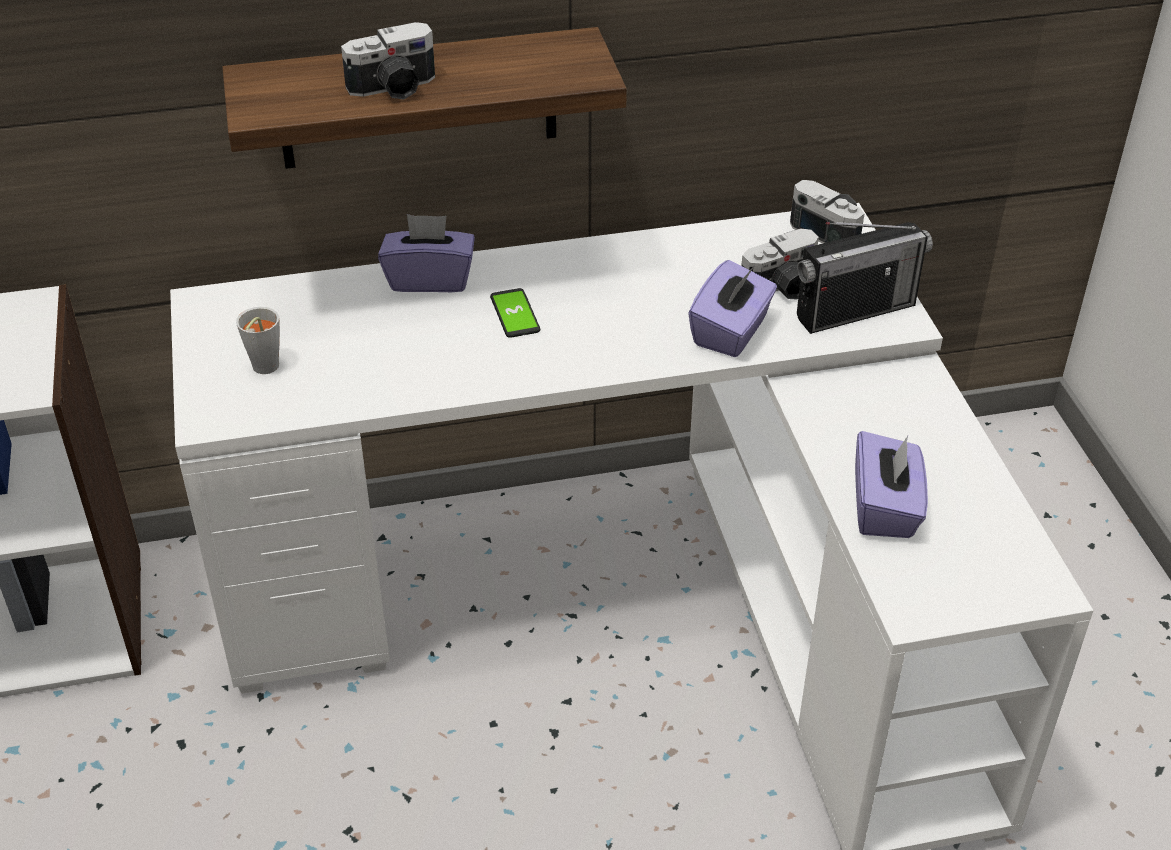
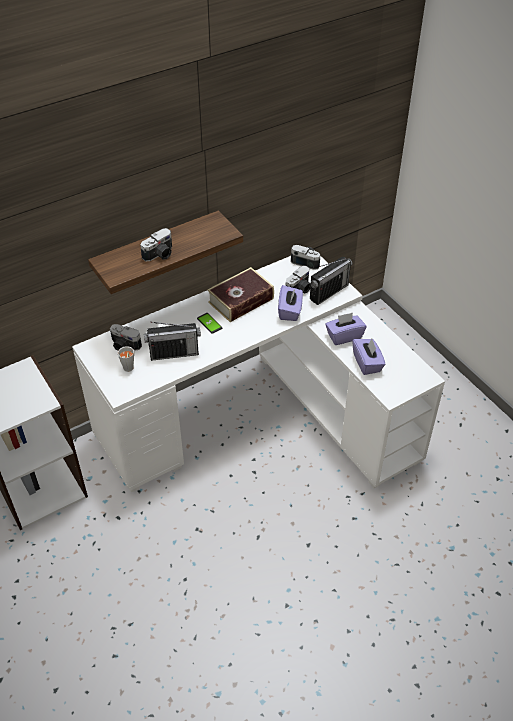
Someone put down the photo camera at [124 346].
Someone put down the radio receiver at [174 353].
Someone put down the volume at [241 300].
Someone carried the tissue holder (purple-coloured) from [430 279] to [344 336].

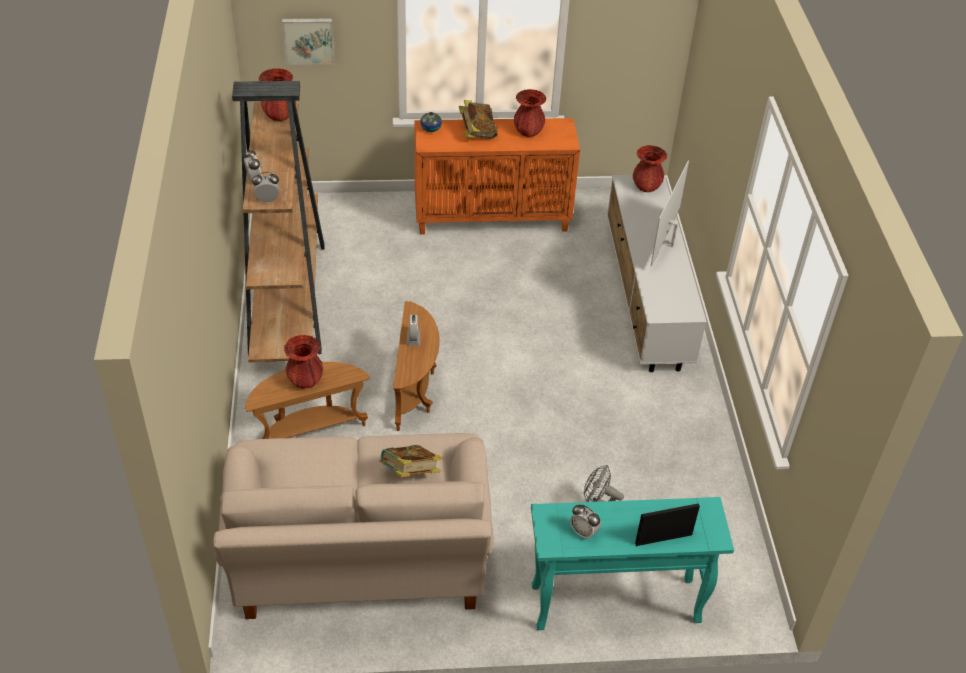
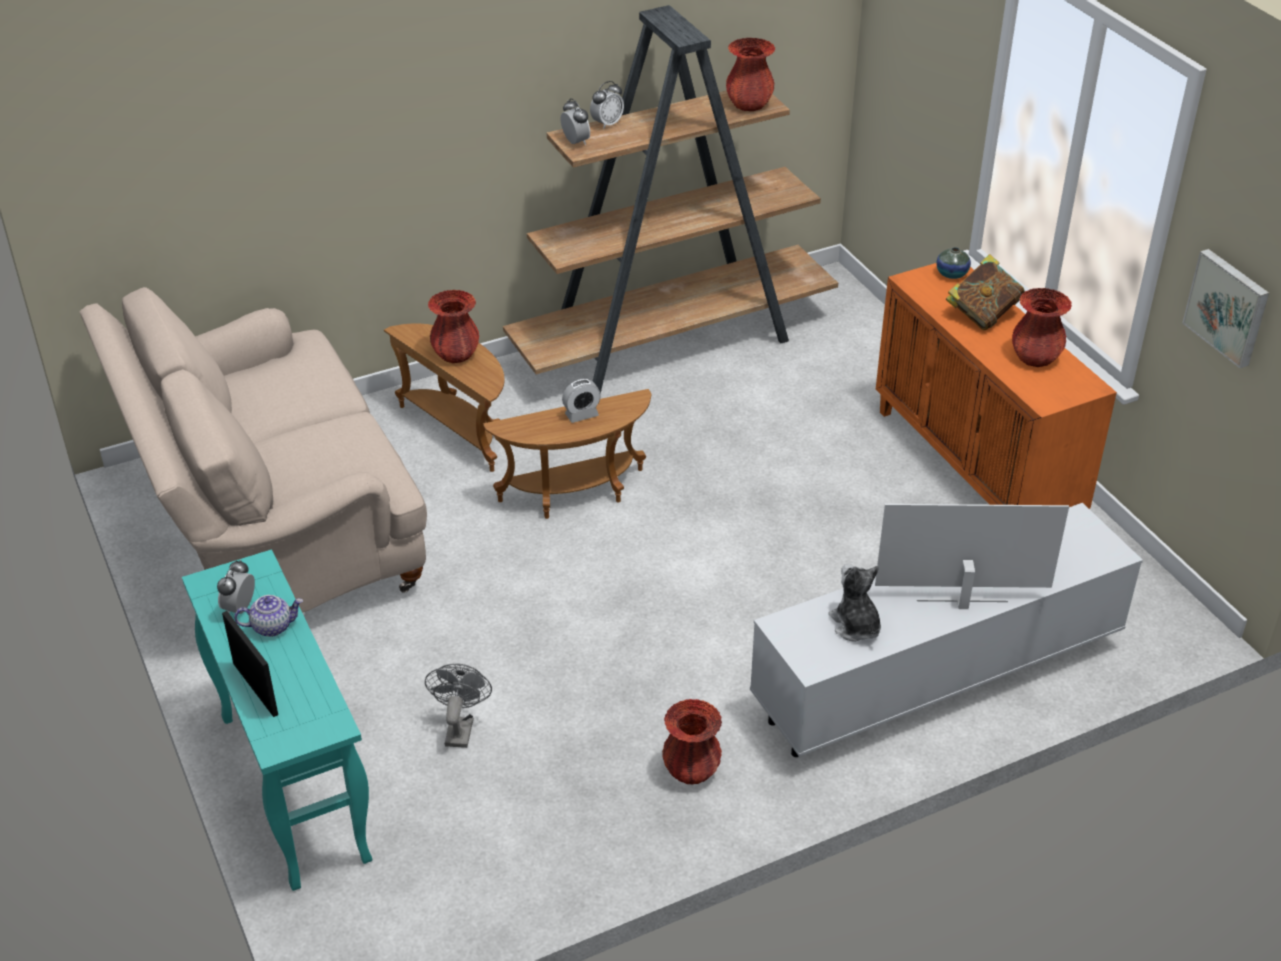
Someone put down the tea pot at [272 626].
Someone carried the decorative vase (reddish) from [646 186] to [691 770].
Someone put down the cuddly toy at [855 626].
Someone carried the wall art from [308 40] to [1228 307].
Someone took away the volume at [410 474].

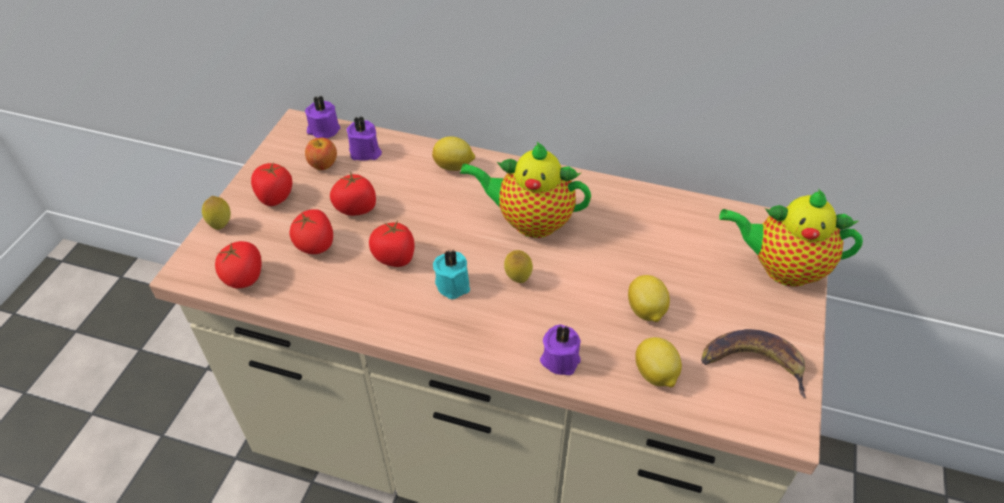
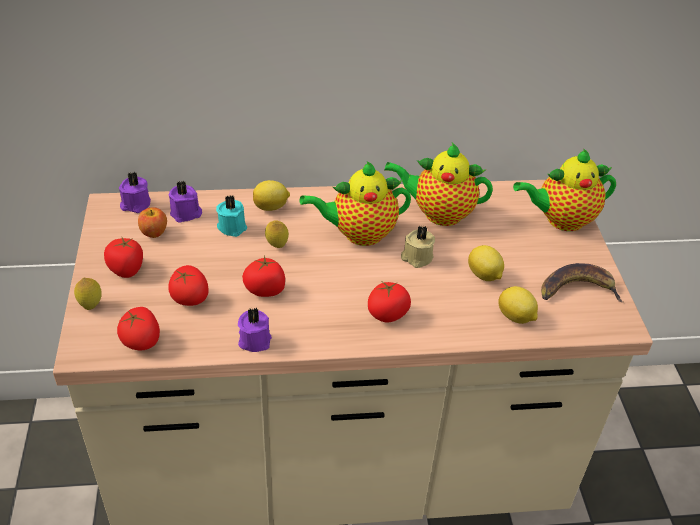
Someone carried the wax light (turquoise-coloured) from [453 283] to [232 226].
Someone carried the wax light (purple-coloured) from [560 358] to [254 339].
Someone carried the lemon from [518 279] to [277 246].
Someone carried the tomato from [356 208] to [388 314].
Someone put down the tea pot at [438 213].
Someone put down the wax light (beige-coloured) at [416 257].

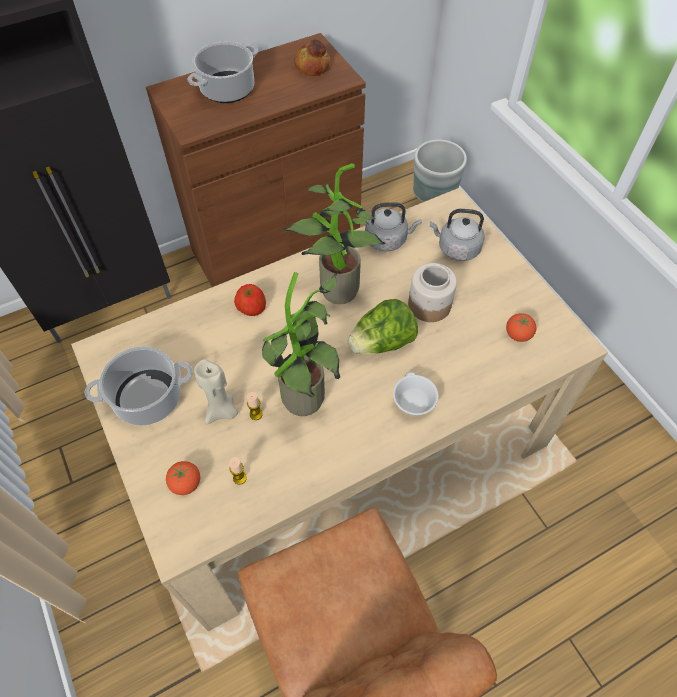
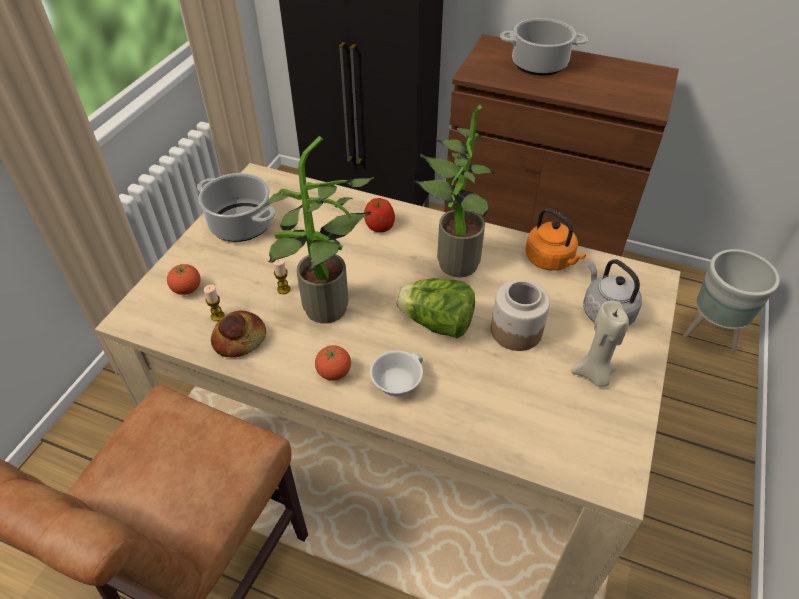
Someone carried the baked bread from [312 66] to [240 340].
Someone carried the tomato from [518 335] to [334 372].
Someone repainted the tea kettle (greyish) at [388 239], which became the tea kettle (orange-coloured) at [551 260].
Someone carried the wax light (beige-coloured) from [222 411] to [593 374].

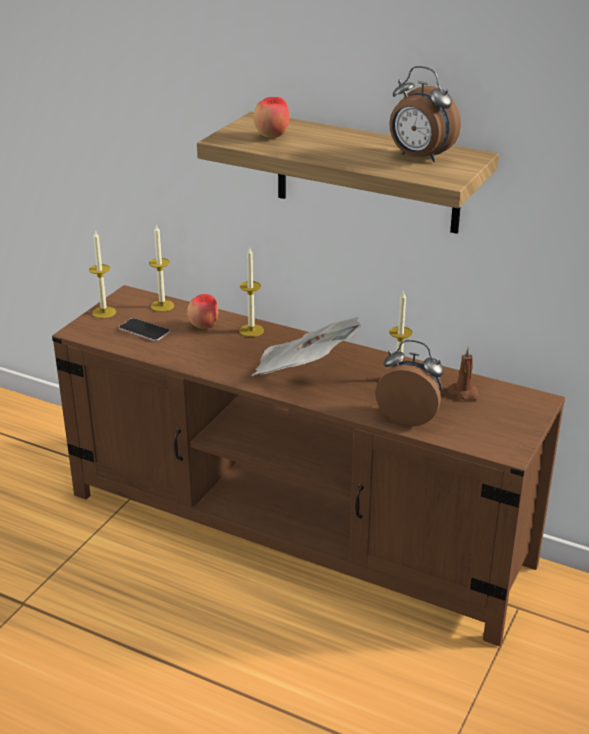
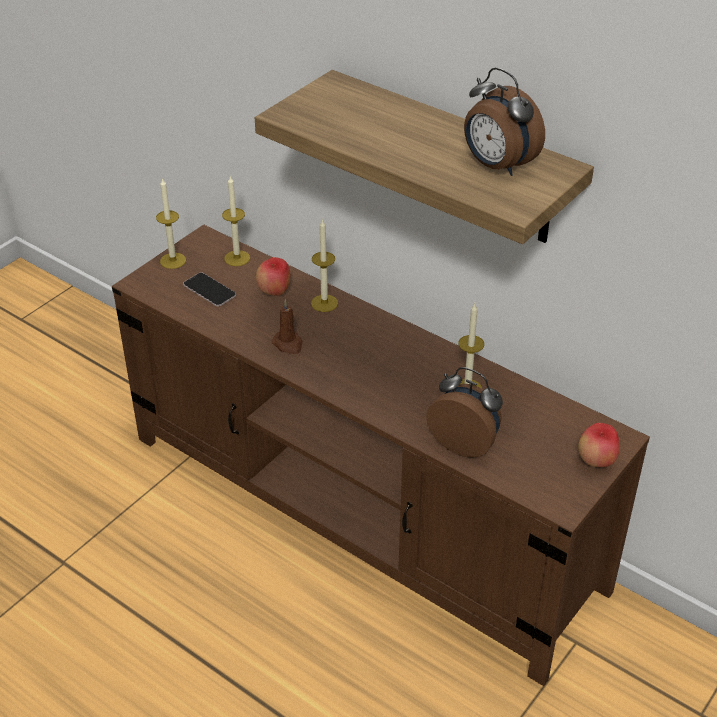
Someone carried the wax light (brown) from [464 393] to [288 344].
Someone carried the apple from [272 136] to [596 461].
Someone took away the printed paper at [304 372].

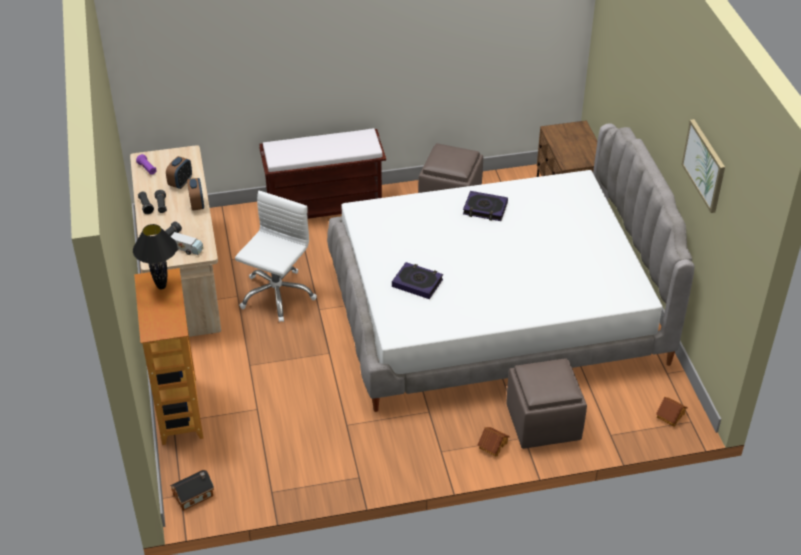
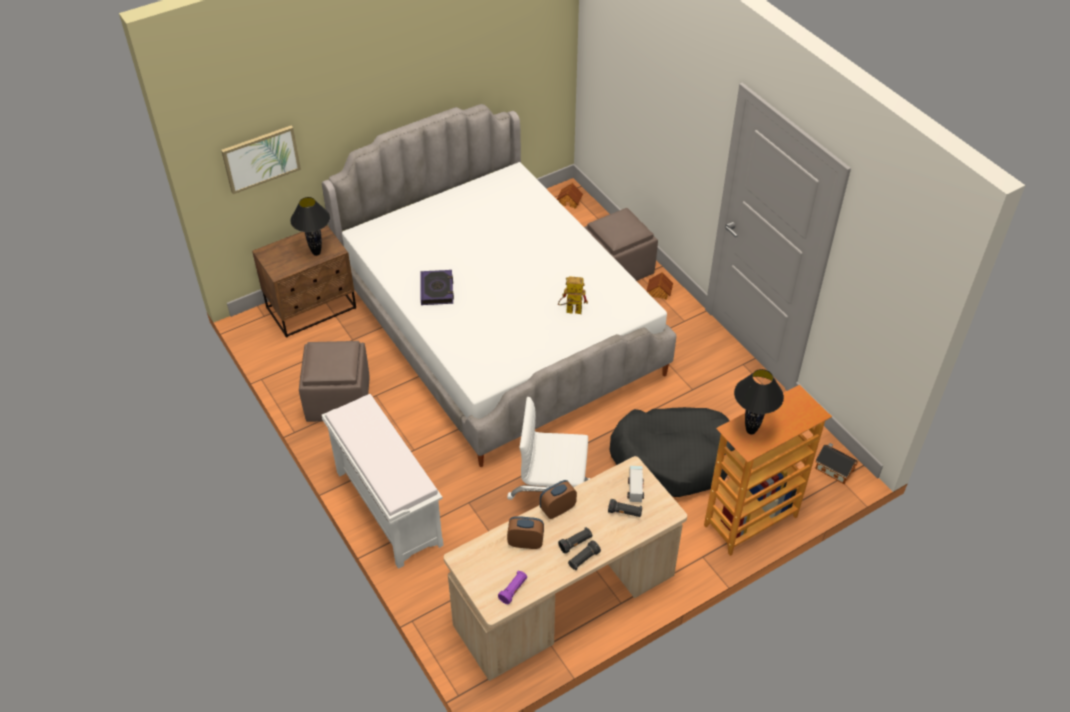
Someone carried the wall art from [704 165] to [261 158].
Someone put down the tabletop lamp (black) at [316 253].
Someone repainted the indoor bench (brown) at [325 207], which became the indoor bench (white-coloured) at [387 507].
Someone swapped the volume at [417 283] for the model robot at [570 311].
Someone put down the dog cushion (black) at [674 458].

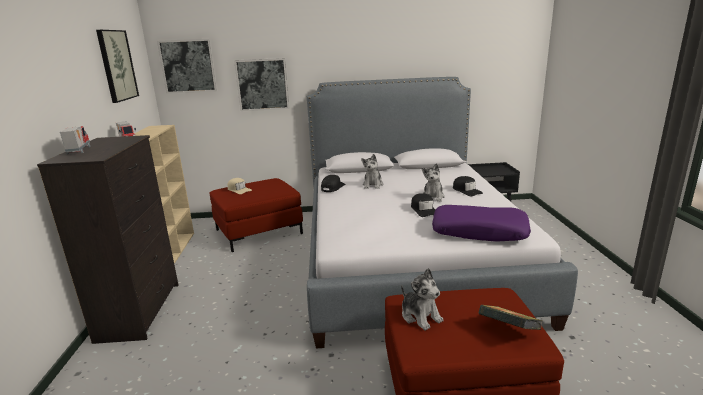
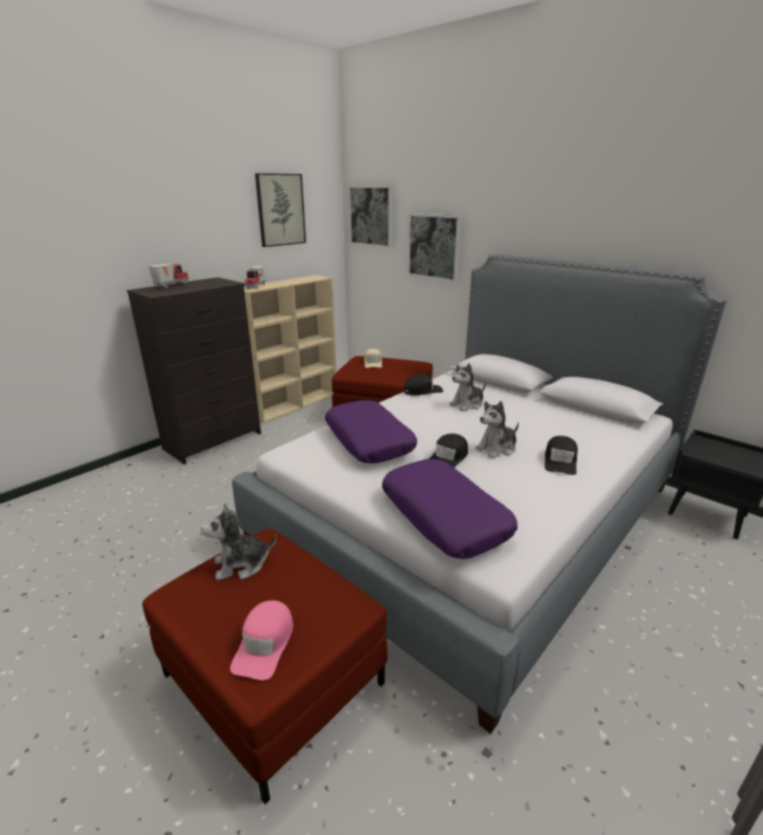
Someone rotated the cuddly toy at [420 316] by 60 degrees clockwise.
Someone swapped the volume at [508 331] for the baseball cap (pink) at [265 644].
Someone put down the pillow (purple-coloured) at [369 441].

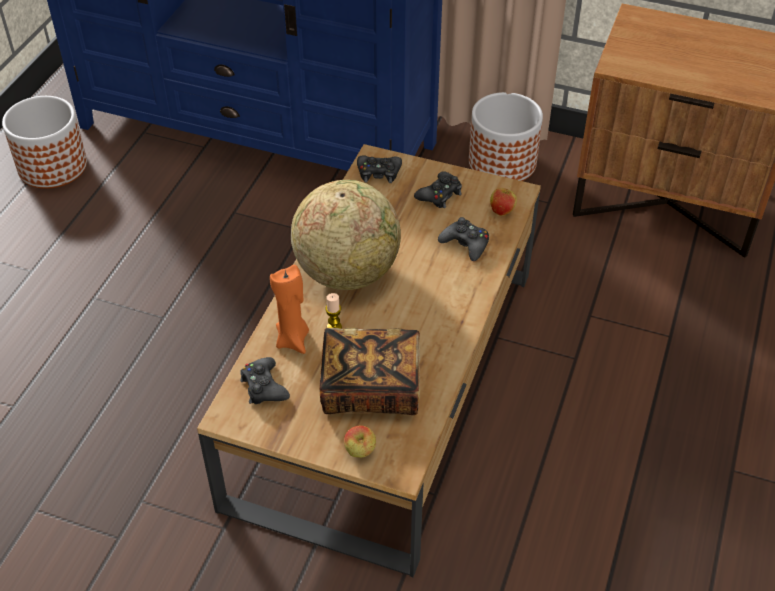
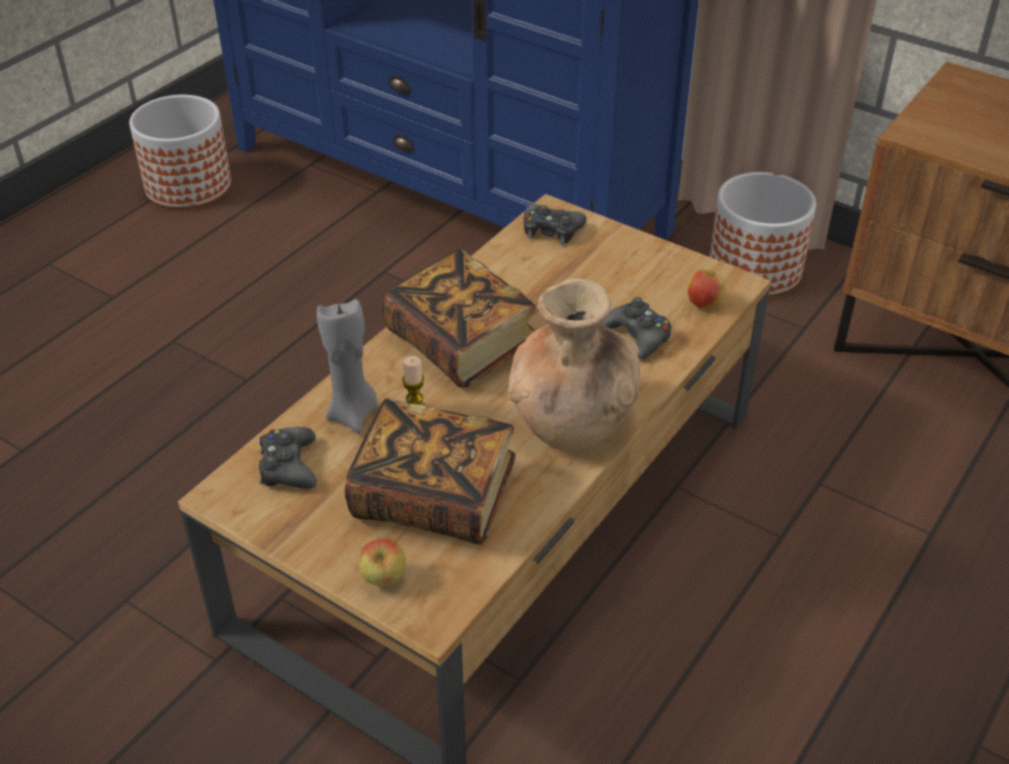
Someone repainted the wax light (orange-coloured) at [293 340], which became the wax light (greyish) at [353 414].
Someone swapped the globe at [347 272] for the volume at [461 343].
Someone put down the decorative vase (brown) at [572 423].
Someone took away the joypad (black) at [439 195].

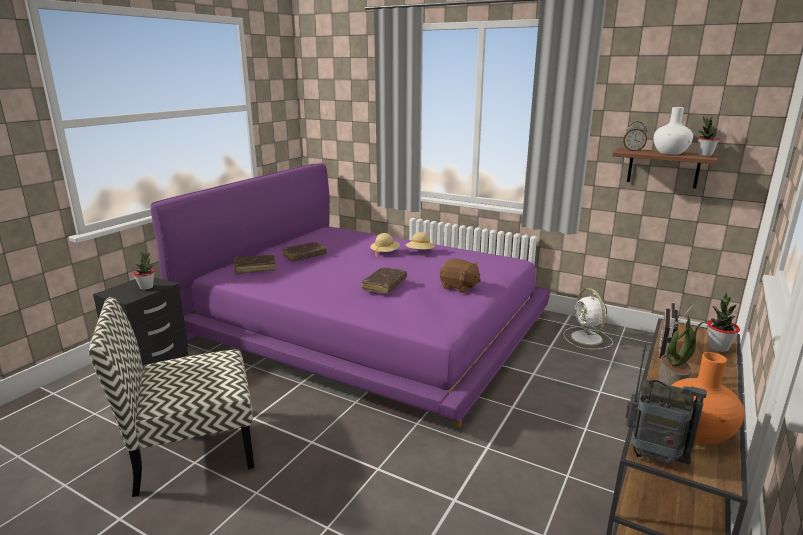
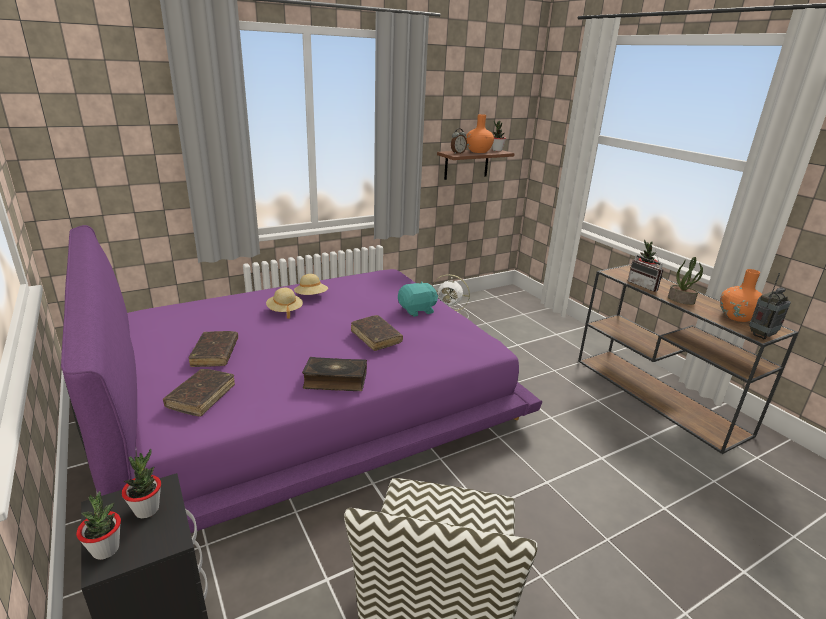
Someone put down the houseplant at [106 549].
Someone put down the volume at [335 380].
Someone repainted the cuddly toy (brown) at [459 287], which became the cuddly toy (turquoise-coloured) at [417 310].
Someone repainted the decorative vase (white-coloured) at [670 153], which became the decorative vase (orange-coloured) at [478 151].

